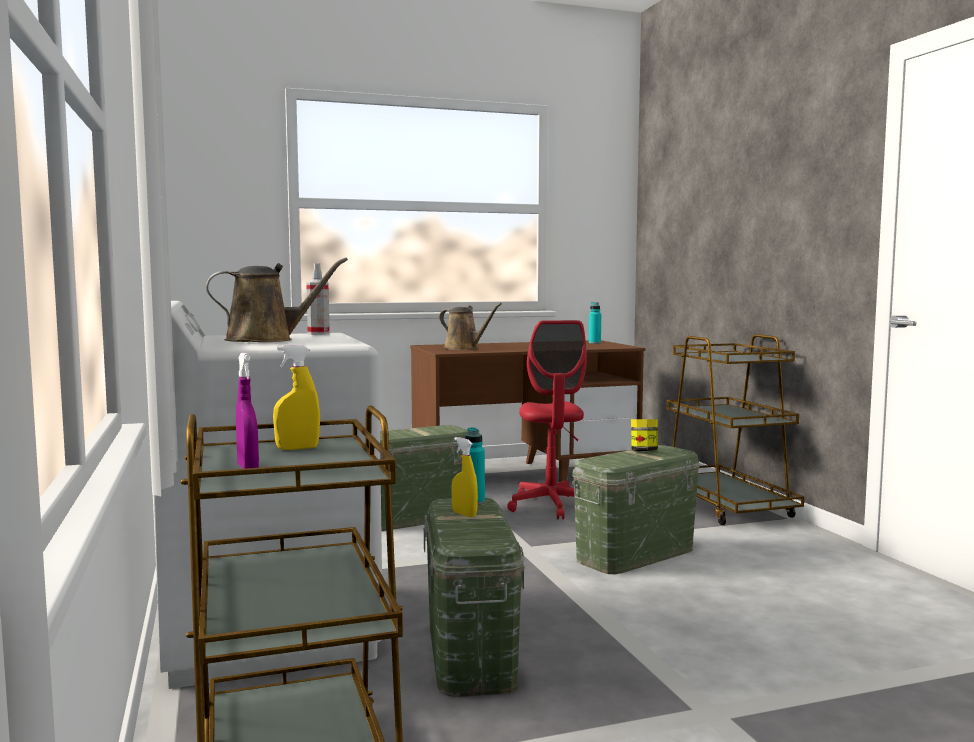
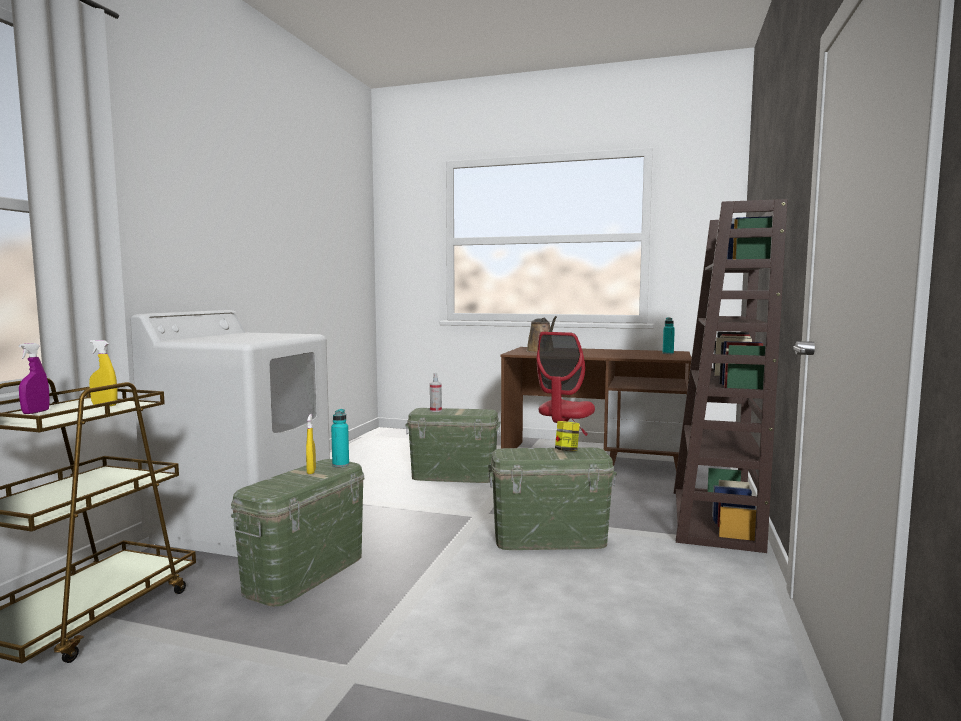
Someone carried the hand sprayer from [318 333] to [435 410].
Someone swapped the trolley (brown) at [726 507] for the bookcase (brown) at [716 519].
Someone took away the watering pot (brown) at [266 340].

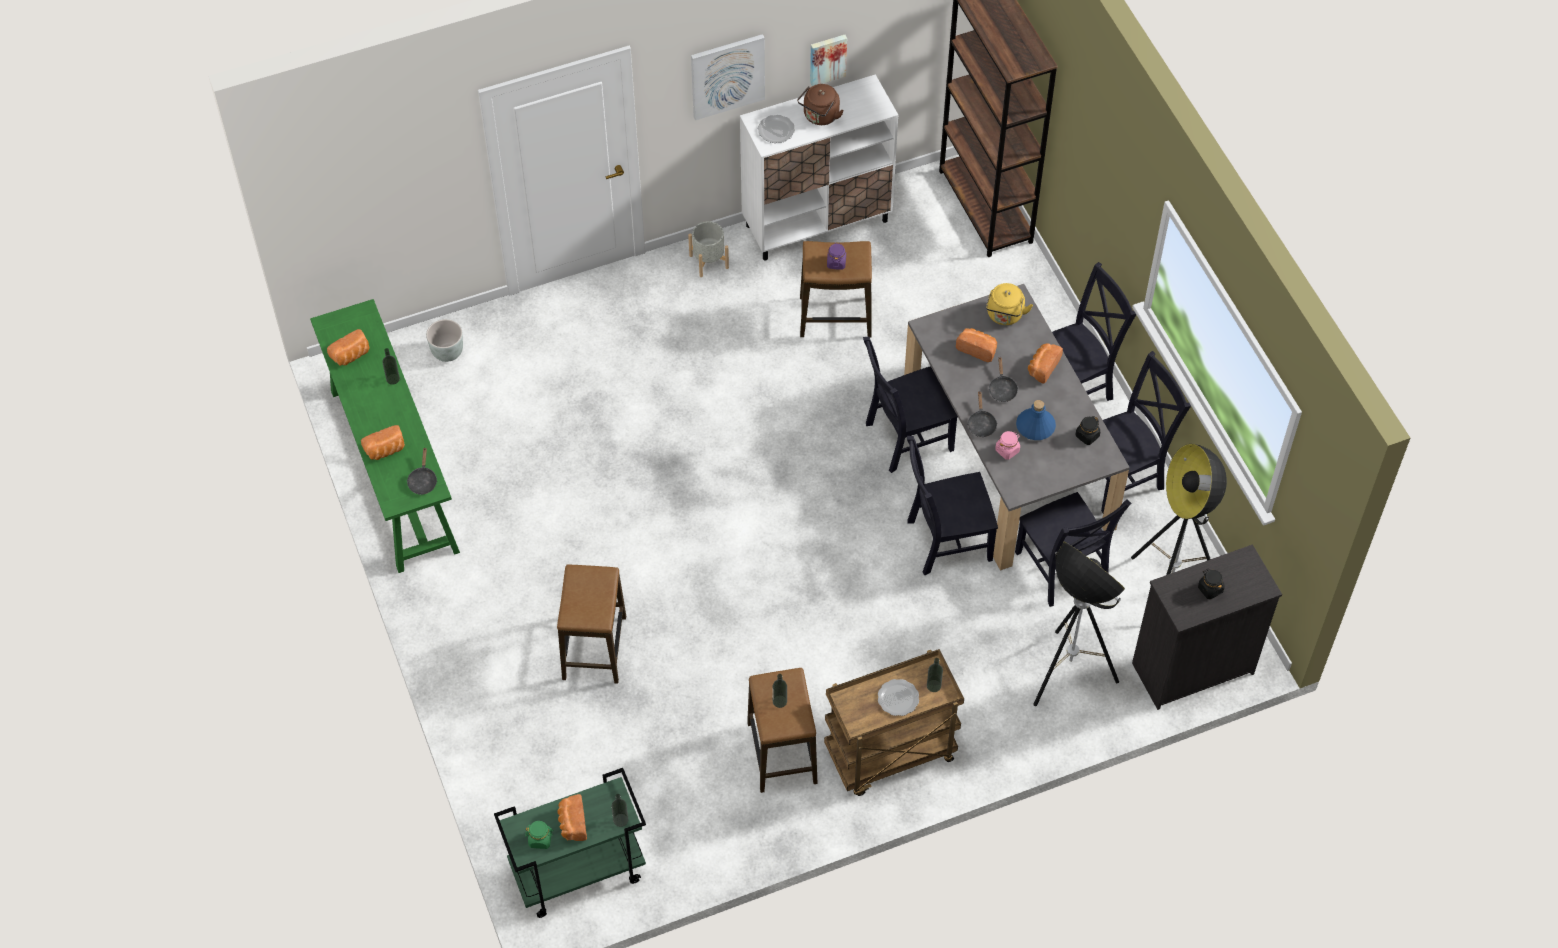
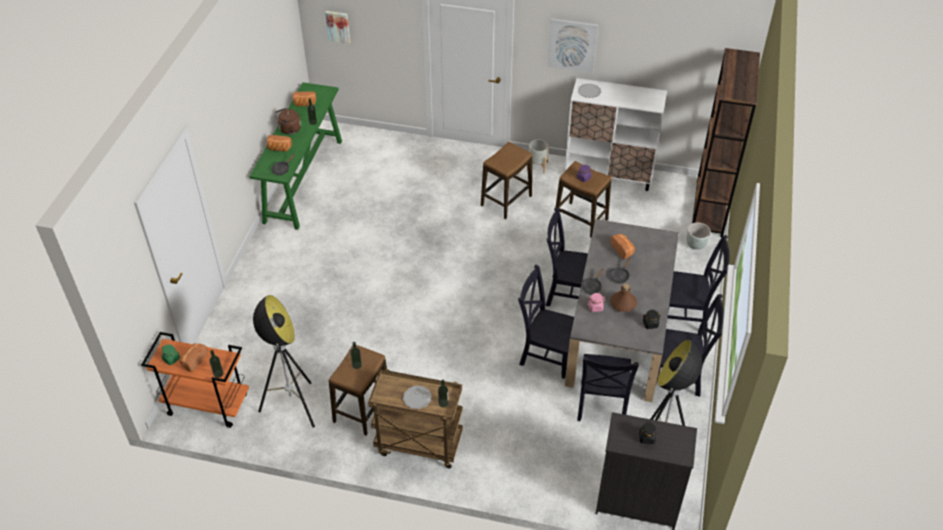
Someone repainted the trolley (greenish) at [577 873], which became the trolley (orange-coloured) at [206 405].
Someone carried the standing lamp from [1067 674] to [292 407].
Someone carried the tea kettle (brown) from [820 117] to [288 130].
Someone carried the wall art from [827 58] to [338 26].
Someone carried the sitting stool from [594 648] to [506 200].
Someone repainted the drink bottle (blue-coloured) at [1035 426], which became the drink bottle (brown) at [623 304].
Someone carried the plant pot (greyish) from [447 352] to [696 244].
Someone took away the tea kettle (yellow-coloured) at [1004 316].
Someone took away the baked bread at [1042 367].

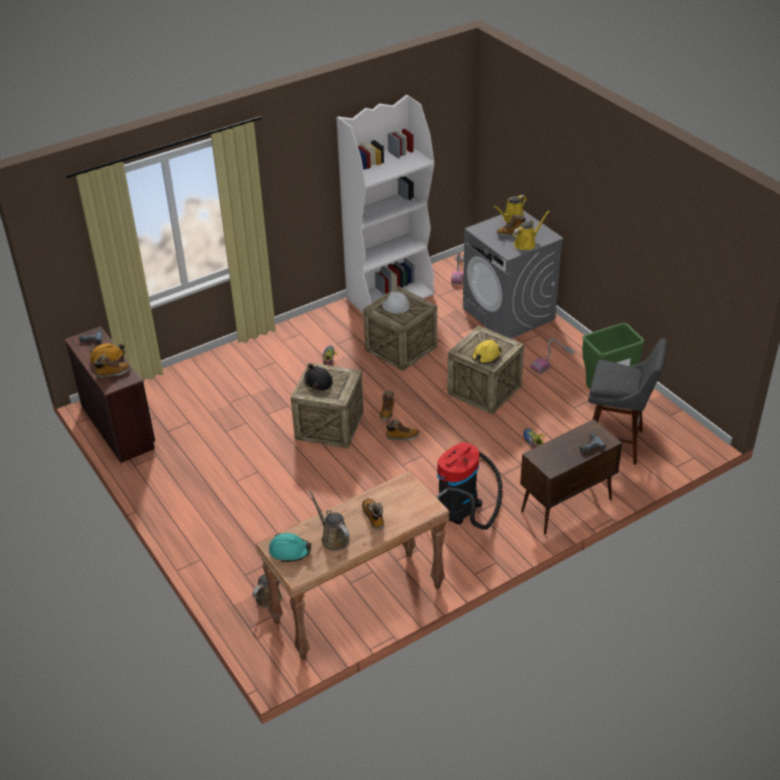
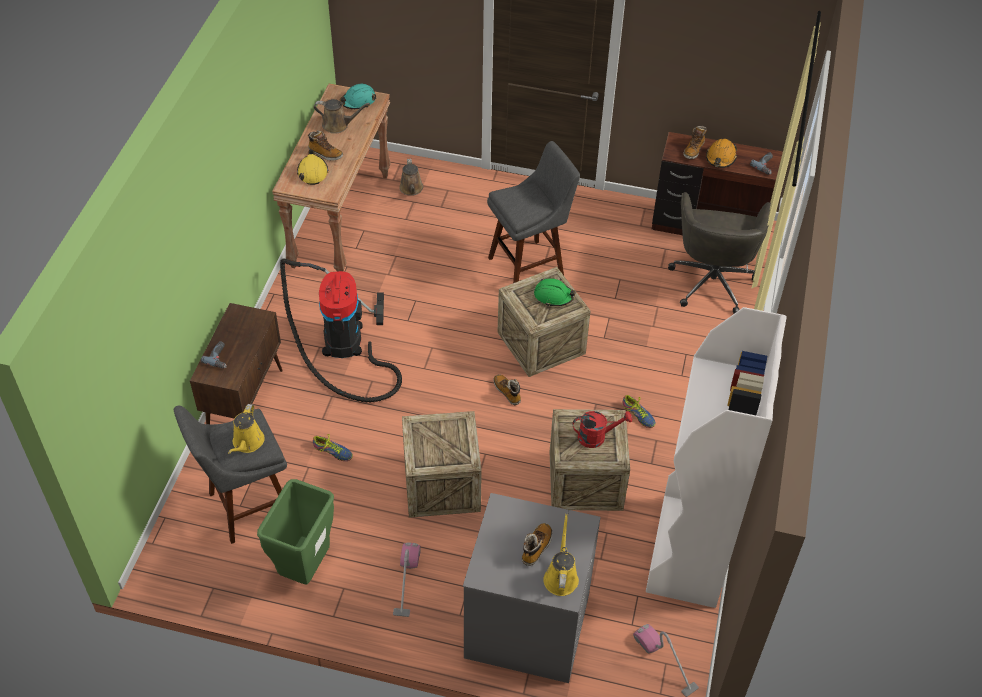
Someone carried the watering pot (yellow-coloured) from [526 243] to [247 443].
Someone carried the hard hat (yellow-coloured) from [486 356] to [312 172].
Someone put down the sitting stool (greyish) at [529 265].
Someone repainted the hard hat (black) at [318 381], which became the hard hat (greenish) at [553 296].
Someone swapped the hard hat (white-coloured) at [396 306] for the watering pot (reddish) at [597 437].
Someone put down the office chair (greyish) at [712 281].
Someone took away the tall boot at [402 437].

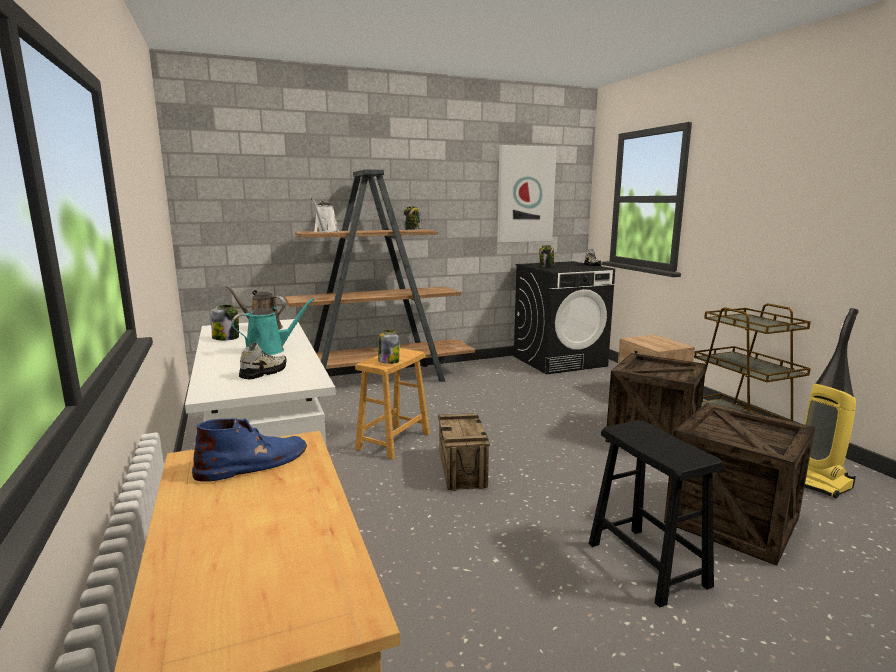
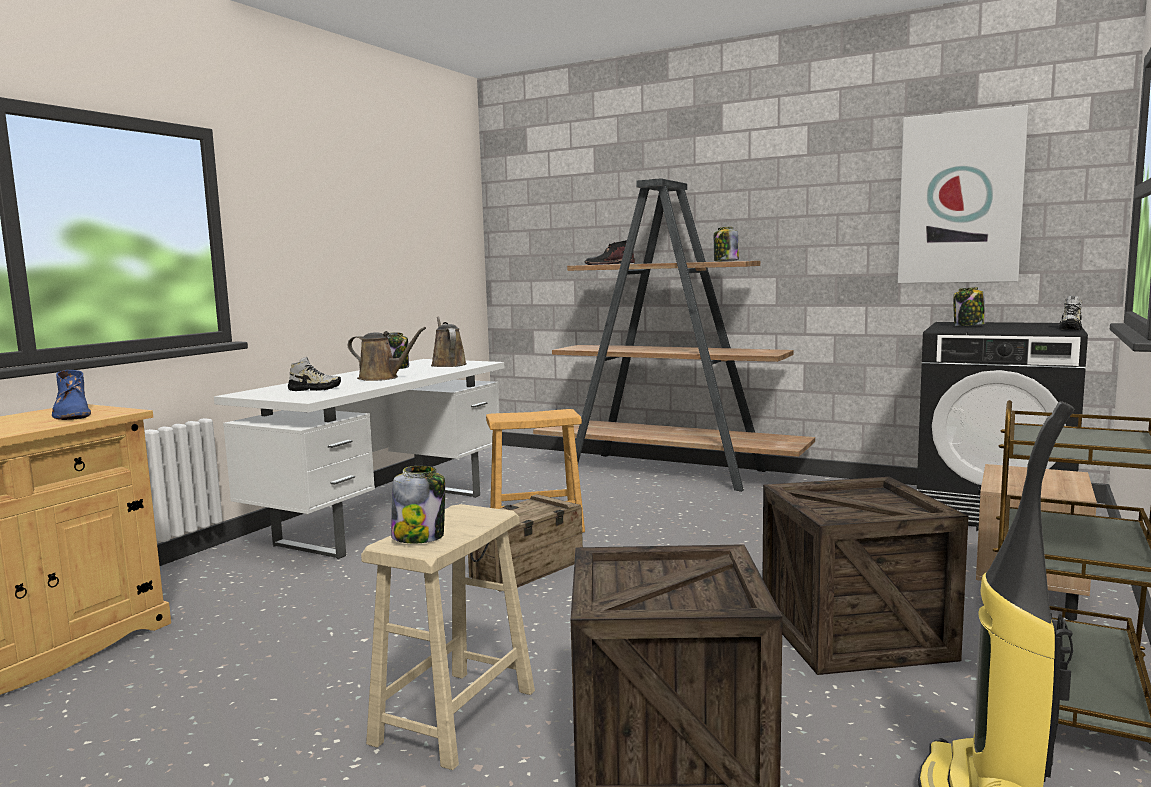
Someone rotated the tall boot (blue-coloured) at [254 464] by 45 degrees clockwise.
Someone repainted the watering pot (turquoise-coloured) at [269 350], which became the watering pot (brown) at [382 378].
Someone repainted the sitting stool (black) at [647 564], which became the sitting stool (beige-coloured) at [455 716].
Someone carried the jar from [388 361] to [419 537].
Someone swapped the watering pot (white-coloured) at [325 232] for the tall boot (black) at [609 264].

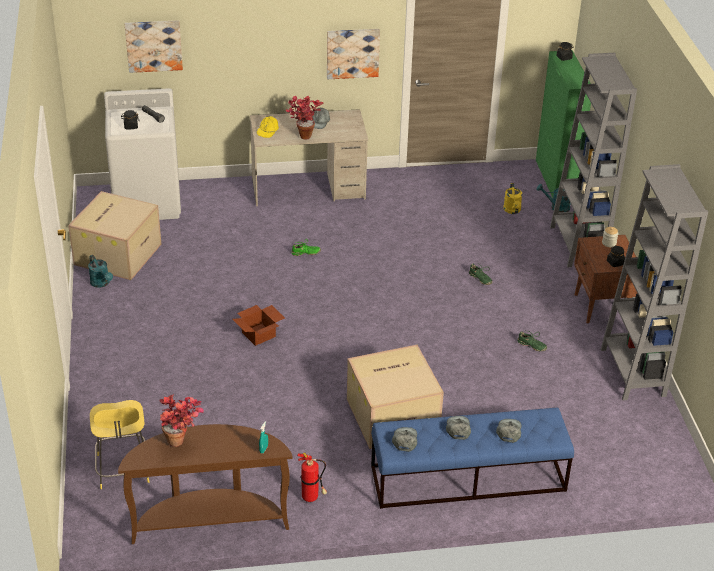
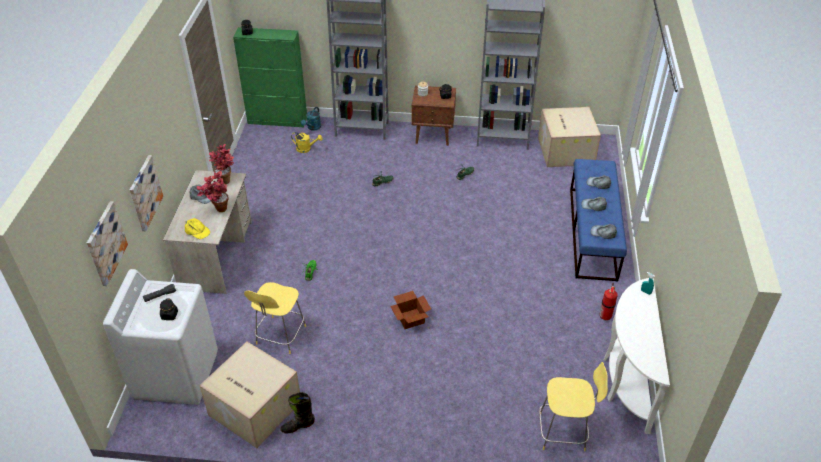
Someone carried the wall art from [352 53] to [145 193].
Someone carried the houseplant from [182 442] to [226 179].
Someone put down the sitting stool (yellow-coloured) at [280 336].
Someone swapped the watering pot (turquoise-coloured) at [101 283] for the tall boot (black) at [298 426].
Someone carried the carton from [393 415] to [564 150].
Someone repainted the hall table (brown) at [209 521], which became the hall table (white-coloured) at [625 380].

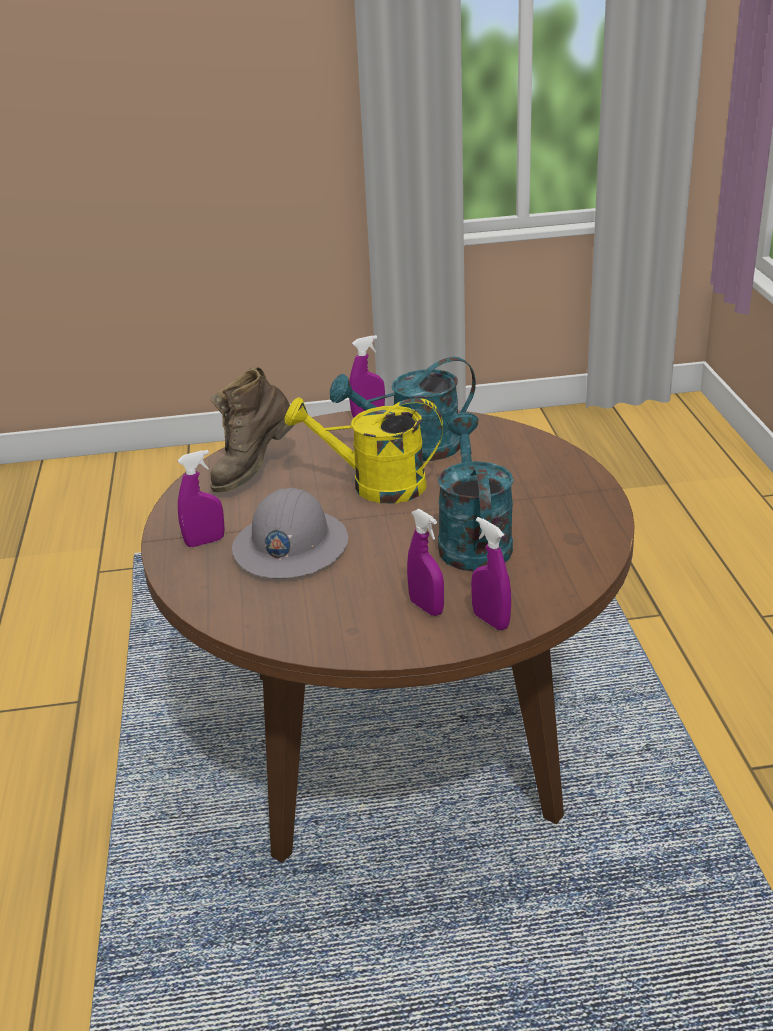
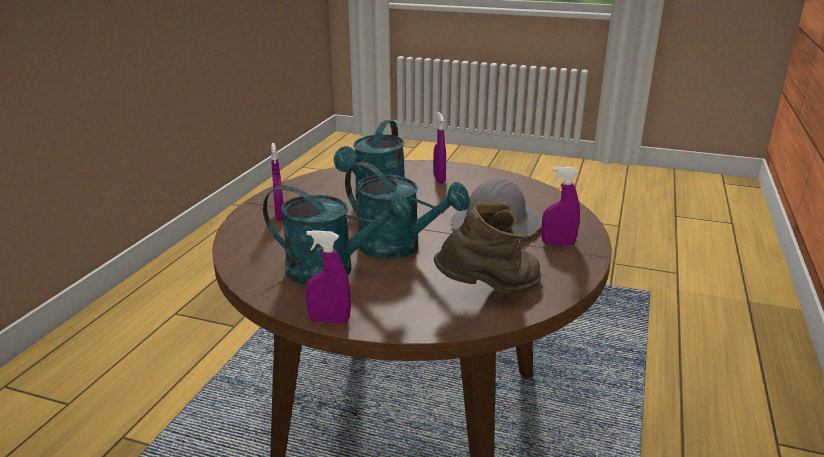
Someone carried the hand sprayer (purple-coloured) from [490 621] to [280 216].
Someone repainted the watering pot (yellow-coloured) at [375 486], which became the watering pot (turquoise-coloured) at [399 248].

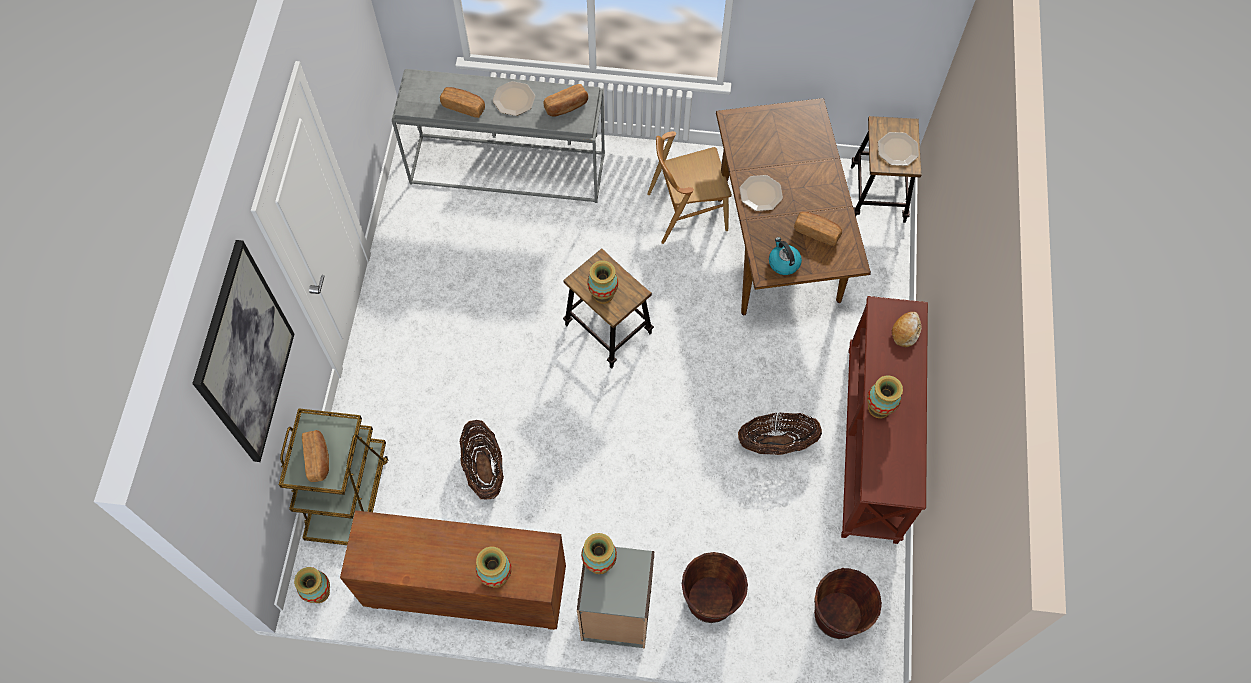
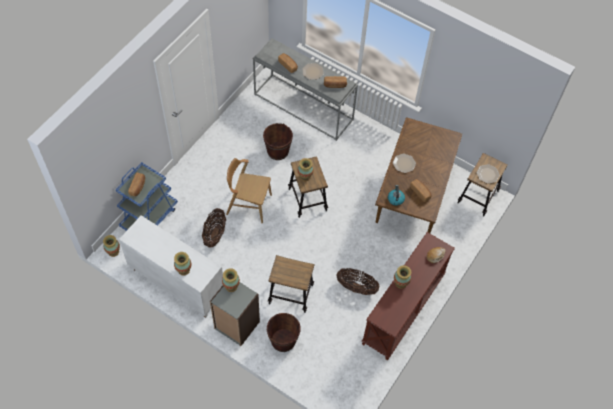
Someone repainted the trolley (brown) at [348 494], which became the trolley (blue-coloured) at [149 217].
Someone repainted the storage cabinet (brown) at [466 592], which became the storage cabinet (white-coloured) at [176 283].
Someone carried the chair (brown) from [686 211] to [249 204].
Someone carried the bucket (brown) from [837 615] to [277 151].
Someone put down the sitting stool at [290 294].
Someone took away the wall art at [245 355].

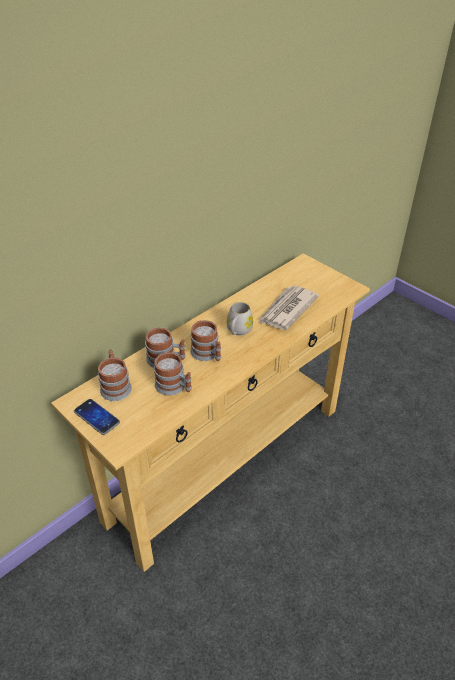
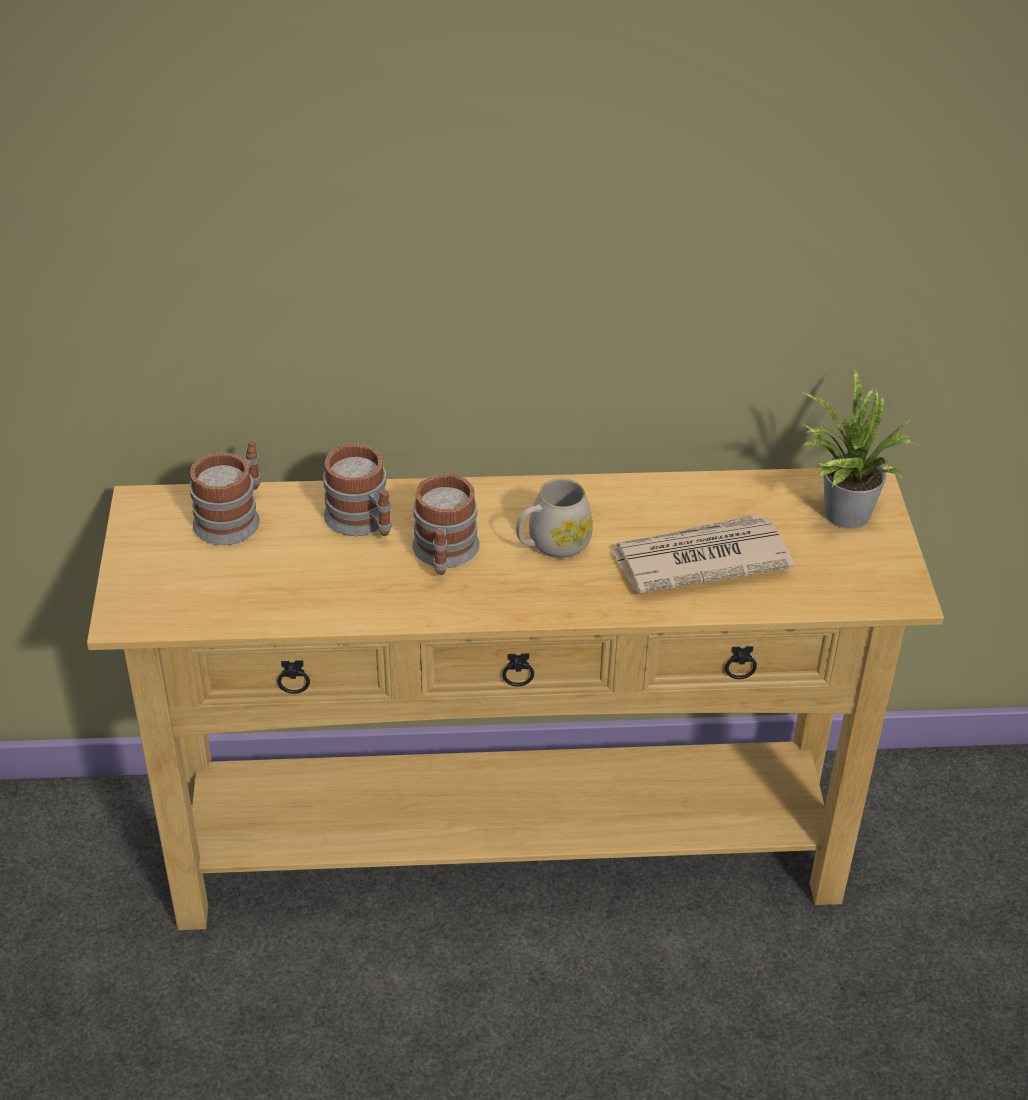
Someone put down the houseplant at [840 514].
Someone took away the telephone at [96 417].
Someone took away the tea mug at [174 387].

